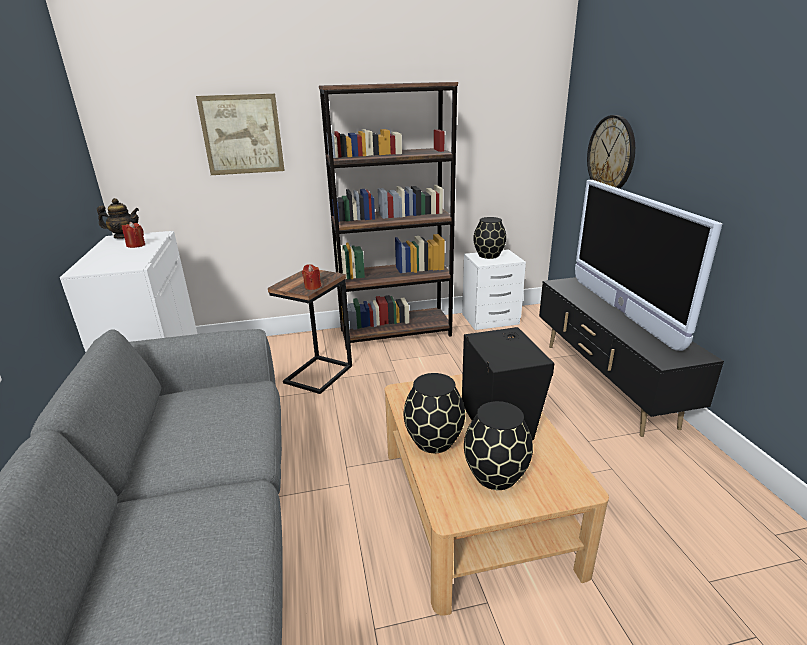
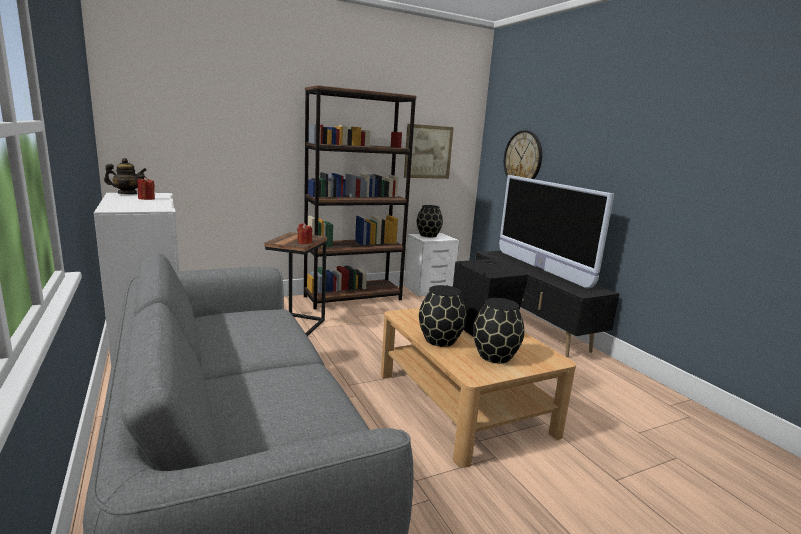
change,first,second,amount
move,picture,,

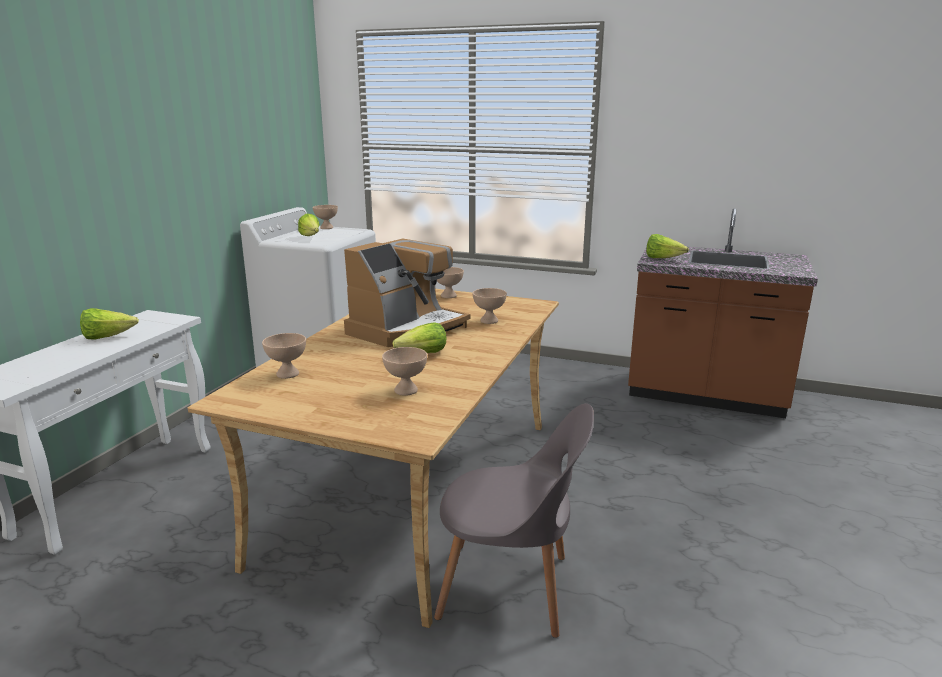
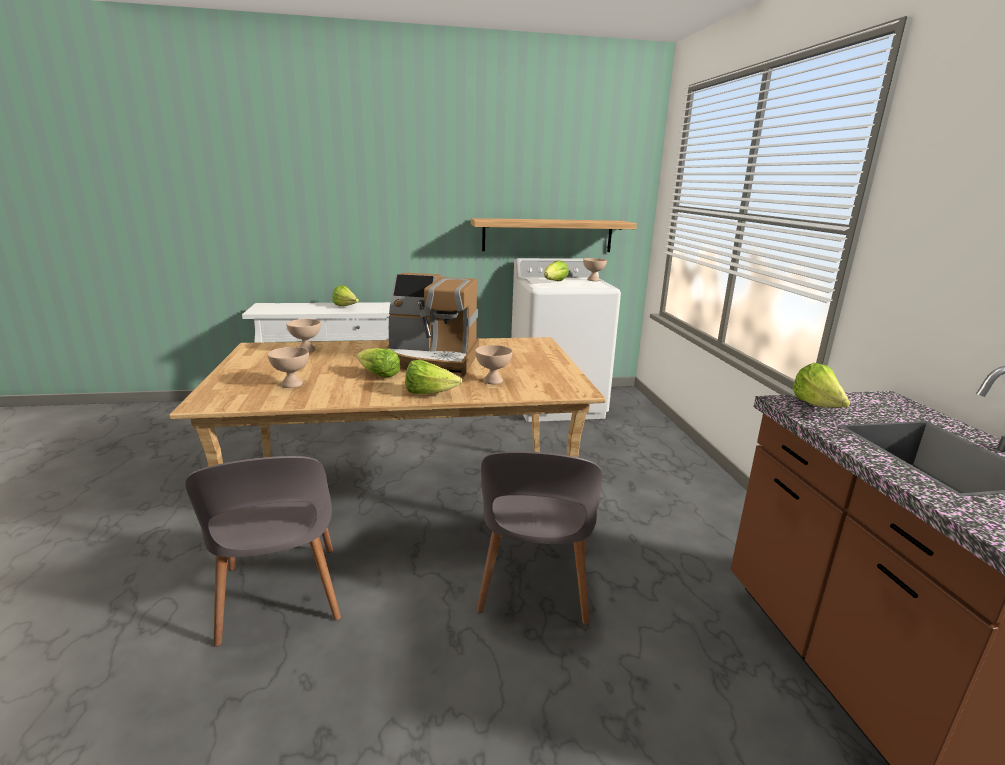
change,first,second,amount
delete,bowl (beige) (4th from left),,
insert,,lettuce (3rd from left),
insert,,shelf,
insert,,chair (grey) (2nd from left),

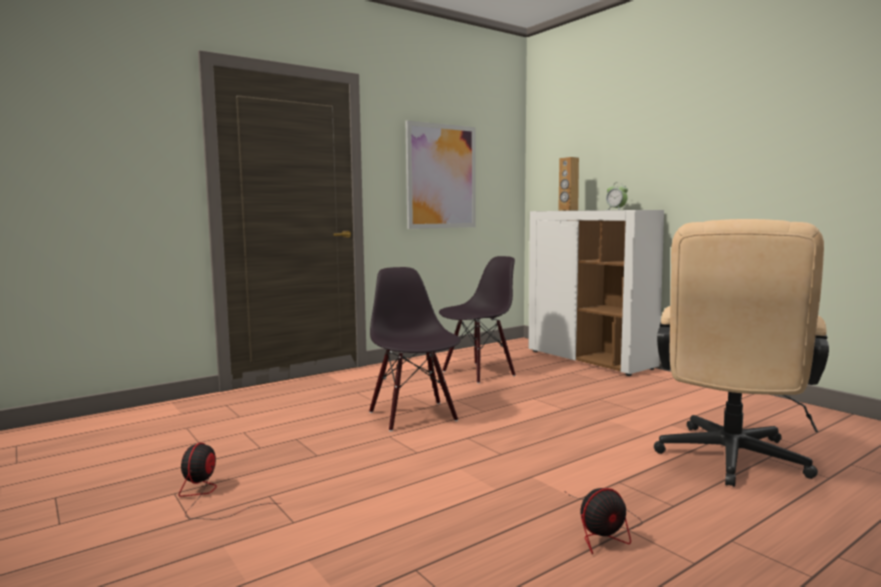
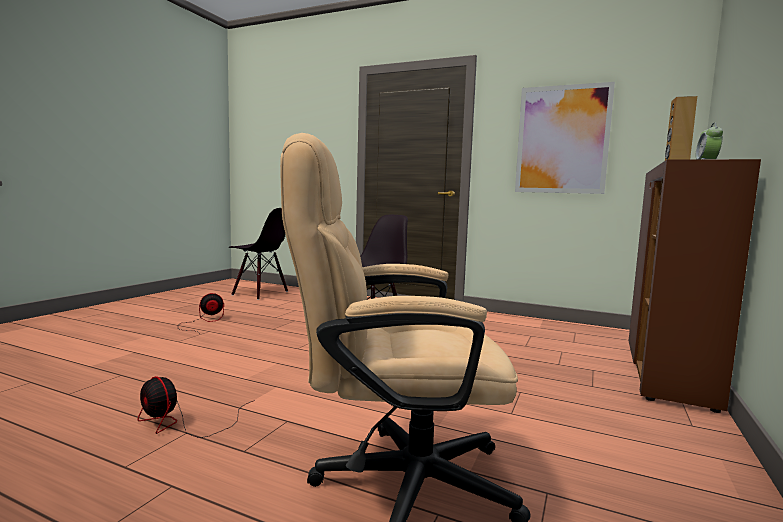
change,first,second,amount
move,chair (black) (2nd from left in the first image),chair (black) (1st from left),
recolor,cabinet (white),cabinet (brown),

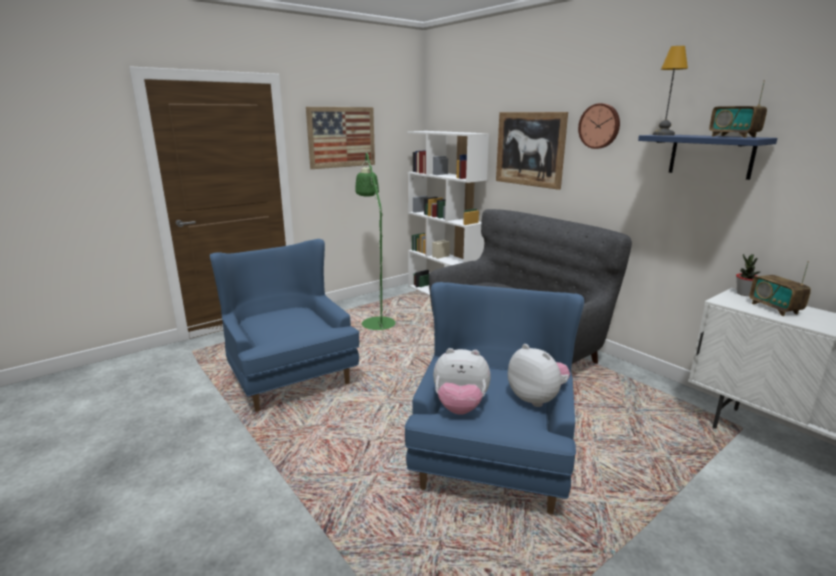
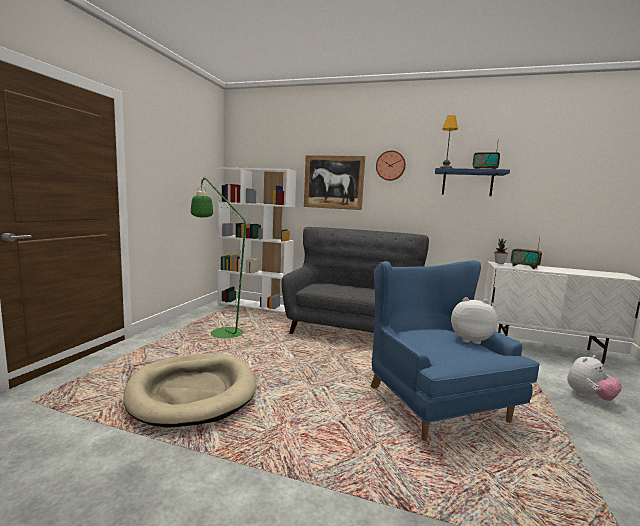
change,first,second,amount
replace,armchair (blue) (1st from left),dog bed (beige),
delete,picture (1st from left),,
move,plush toy (1st from left in the first image),plush toy (2nd from left),

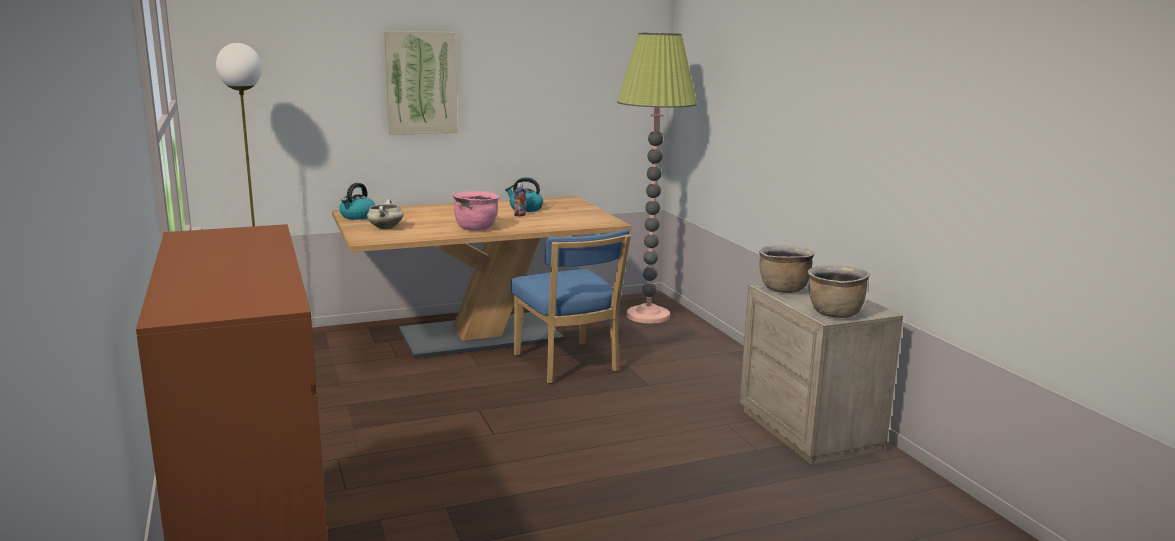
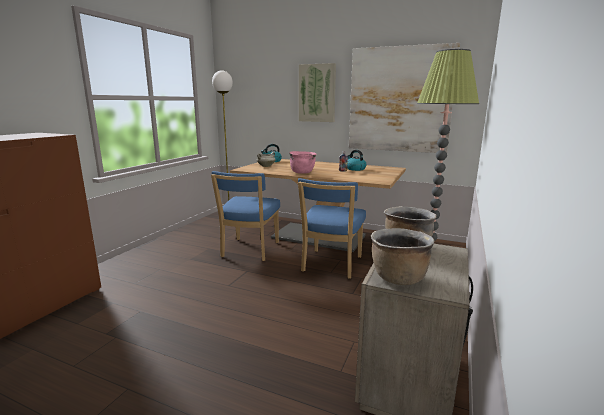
change,first,second,amount
insert,,chair (blue) (1st from left),
insert,,picture (2nd from left),

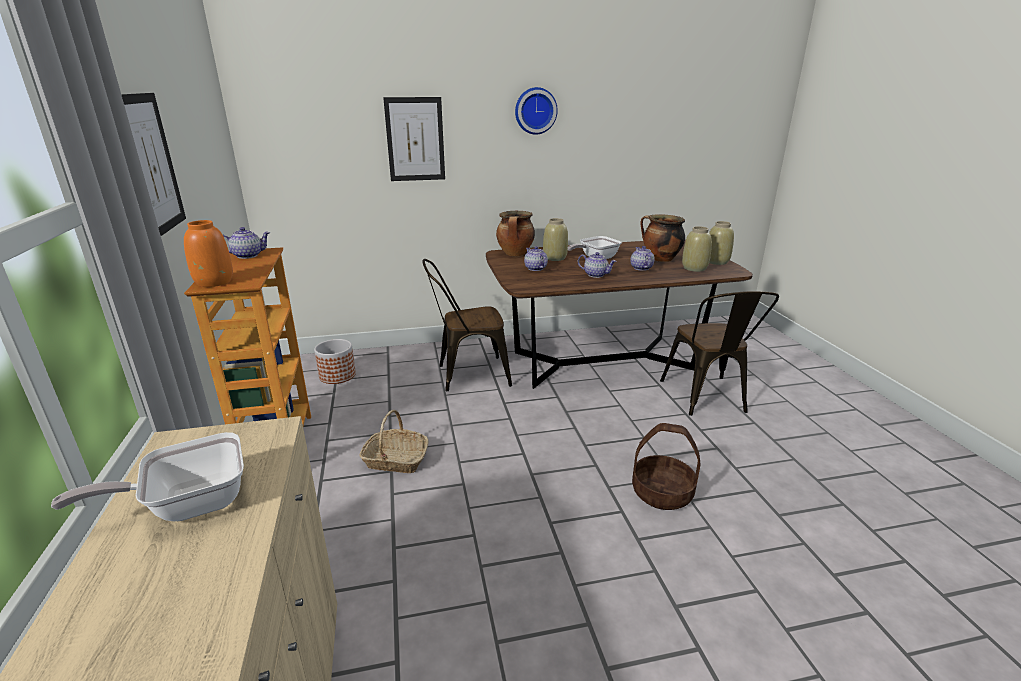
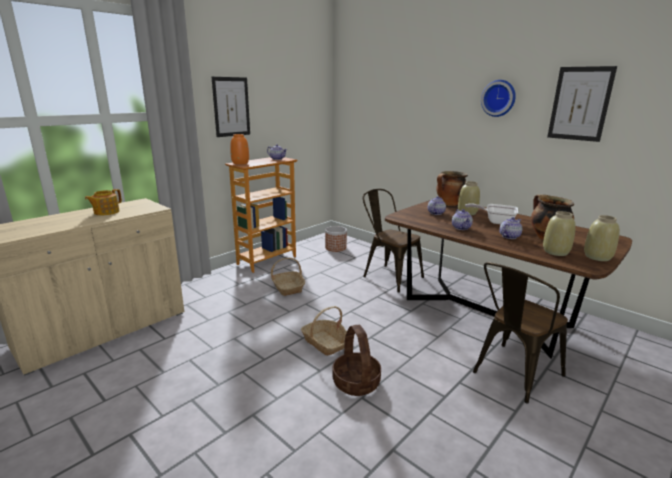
change,first,second,amount
replace,frying pan (1st from left),teapot (1st from left),
move,picture (2nd from left),,
insert,,basket (2nd from left),

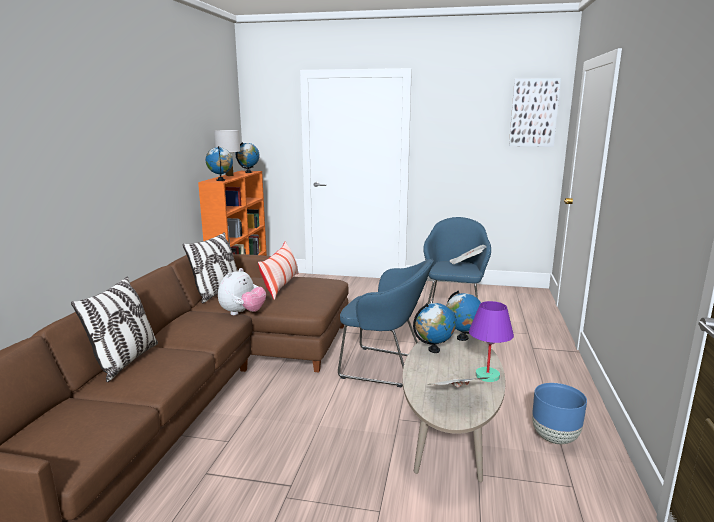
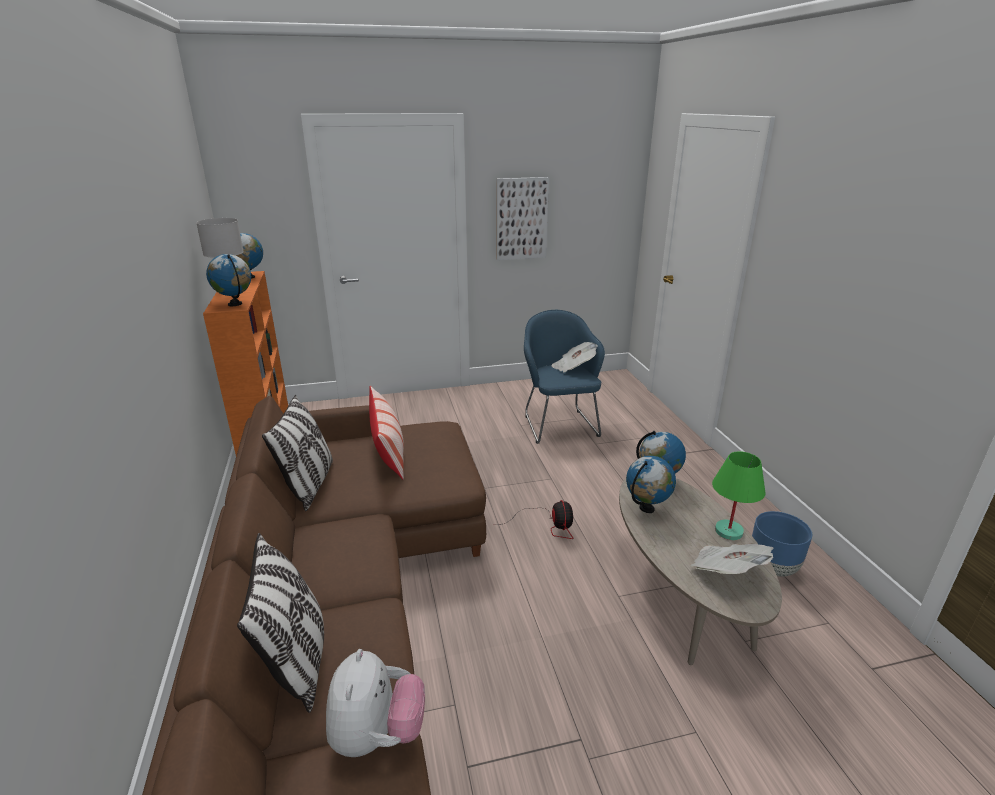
change,first,second,amount
move,plush toy,,
replace,armchair (blue) (1st from left),fan,
recolor,table lamp (purple),table lamp (green),
move,picture,,

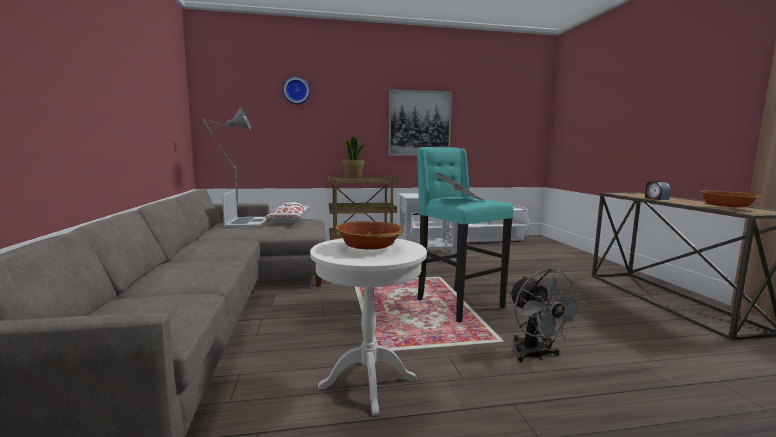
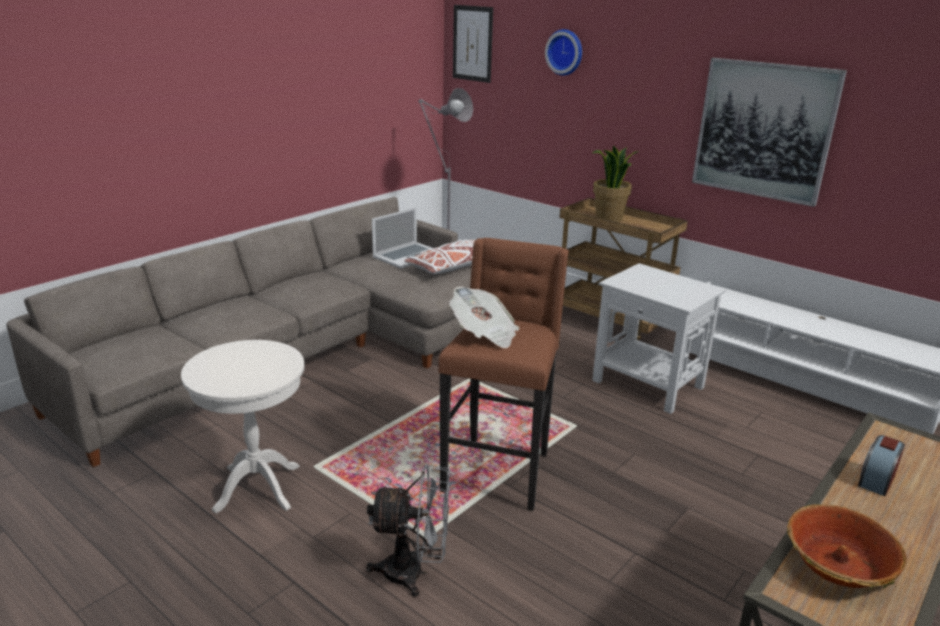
change,first,second,amount
delete,bowl (1st from left),,
recolor,stool (turquoise),stool (brown),
rotate,fan (grey),,120 degrees counterclockwise
insert,,picture (1st from left),

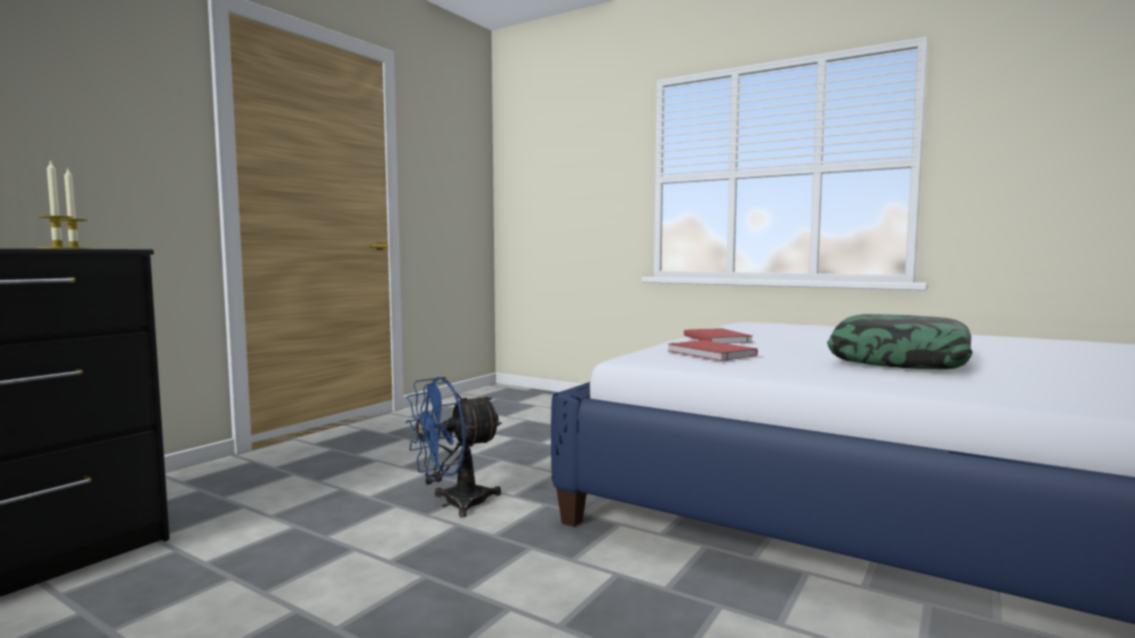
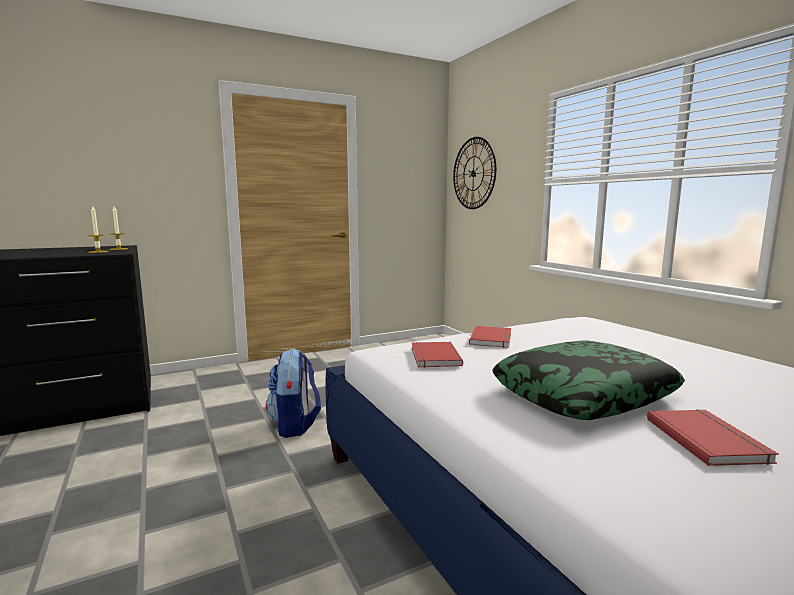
change,first,second,amount
replace,fan (blue),backpack,
insert,,wall clock,
insert,,book (red) (3rd from left),

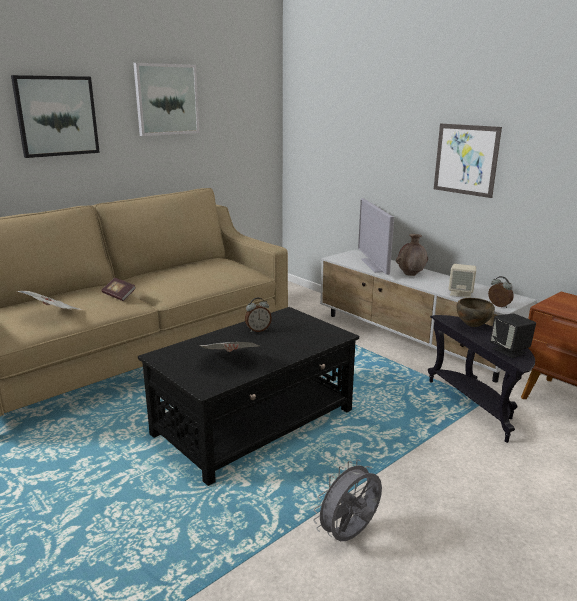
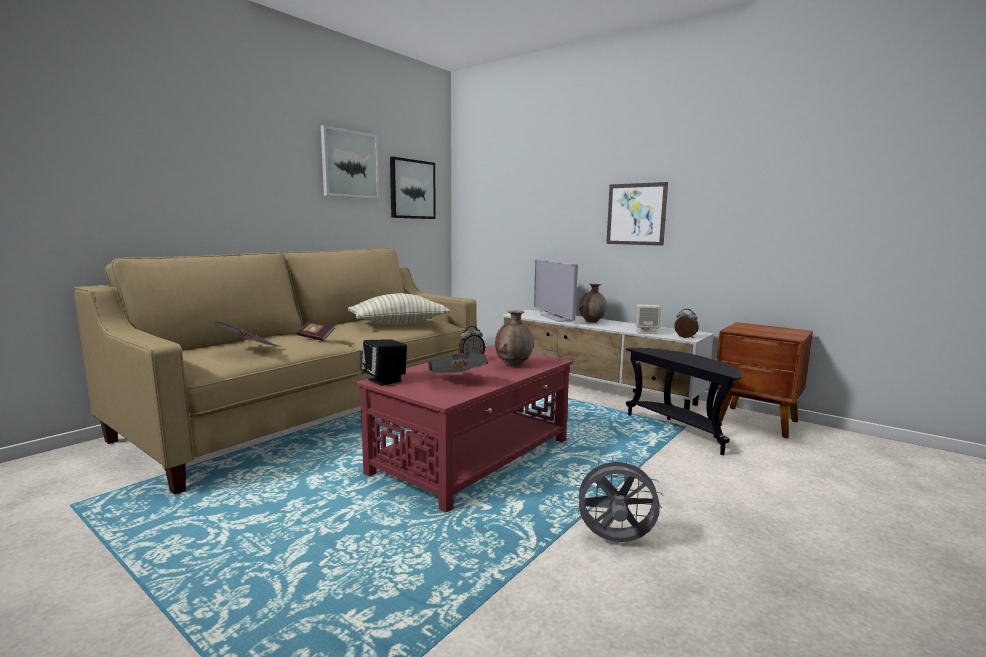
change,first,second,amount
move,picture (1st from left in the first image),picture (2nd from left),
recolor,coffee table (black),coffee table (red),
rotate,fan (grey),,60 degrees clockwise
delete,bowl (brown),,
move,speaker (black),,
insert,,pillow,
insert,,vase (brown) (1st from left),

